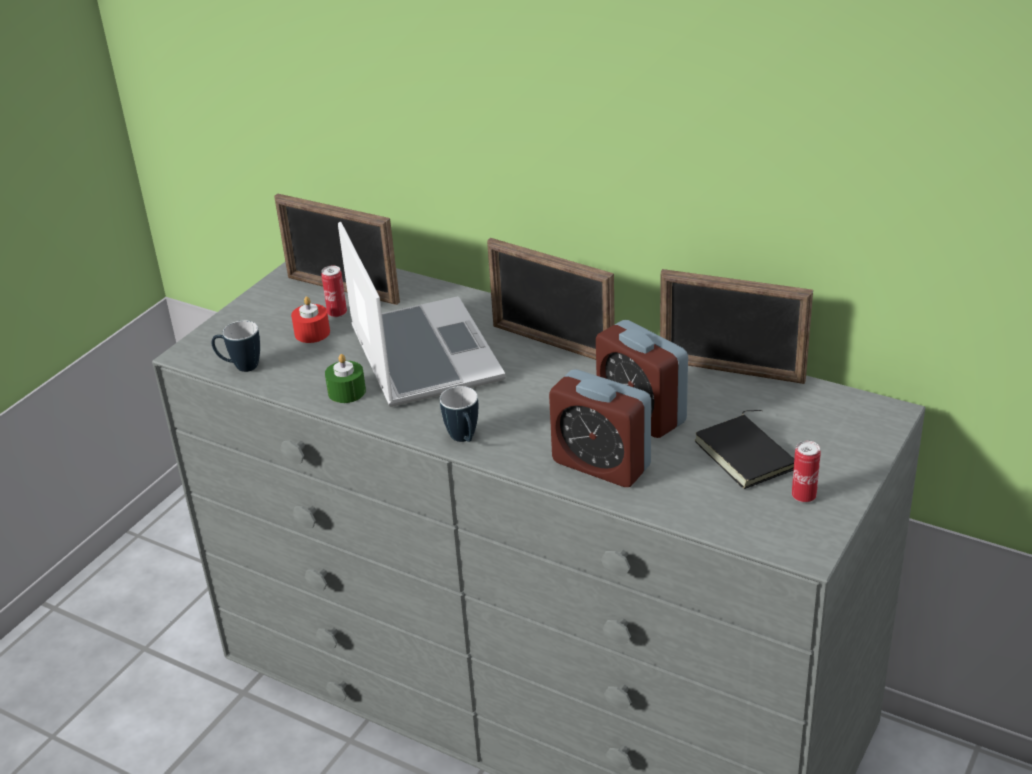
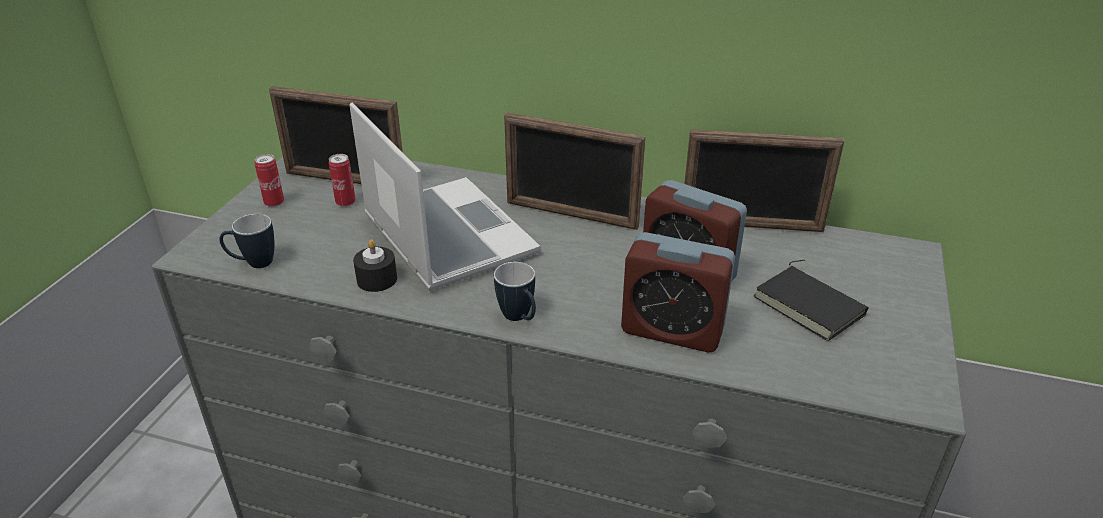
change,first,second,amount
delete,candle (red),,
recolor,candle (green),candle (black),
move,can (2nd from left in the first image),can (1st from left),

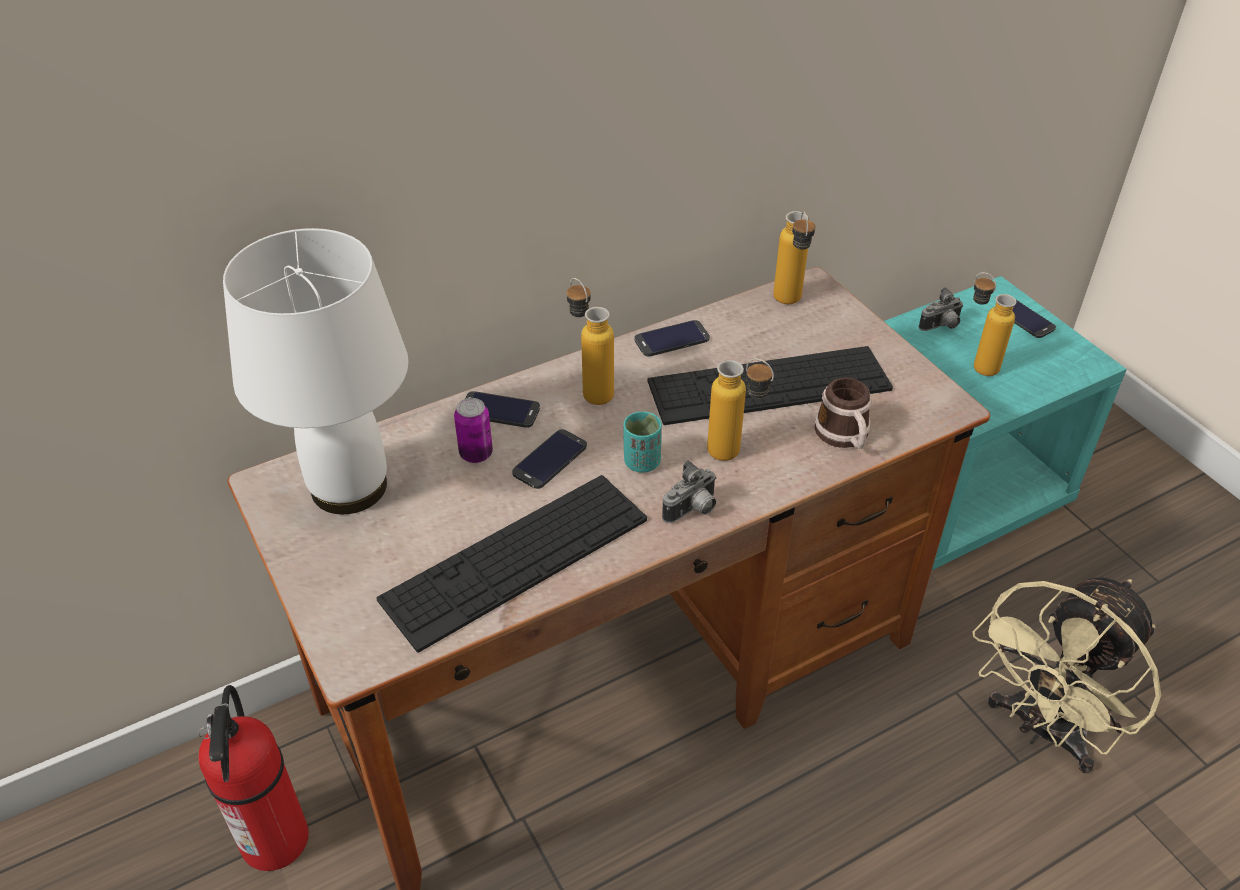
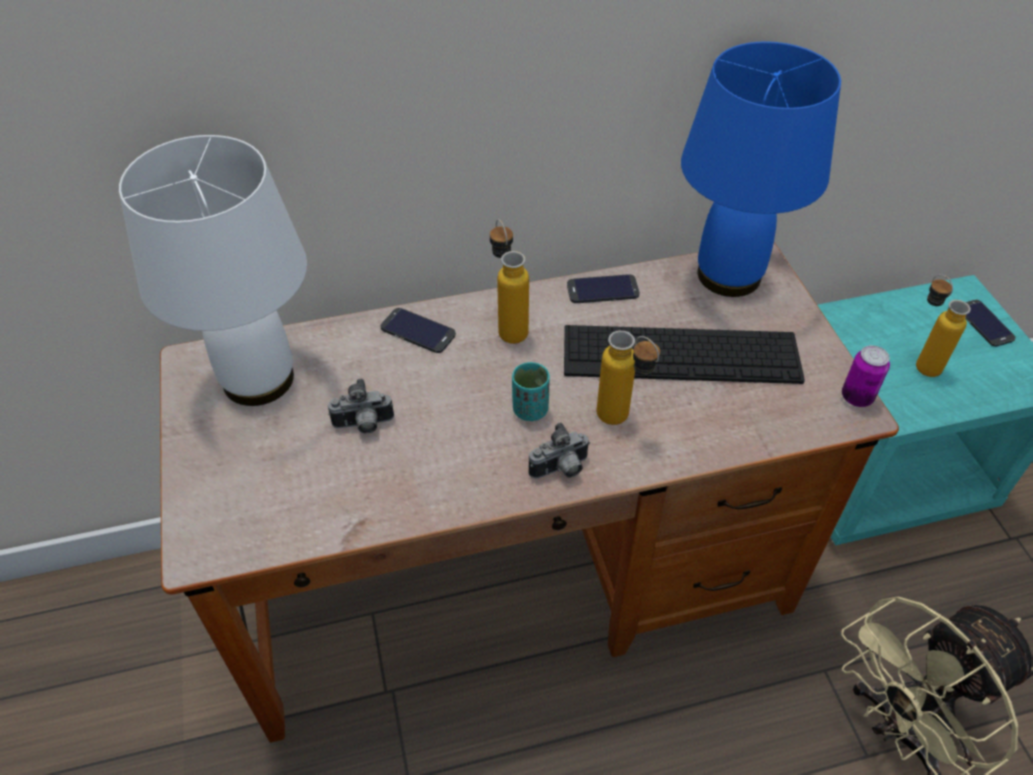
change,first,second,amount
delete,fire extinguisher,,
delete,keyboard (1st from left),,
move,can,,
delete,phone (2nd from left),,
replace,bottle (3rd from left),table lamp (blue),
delete,mug,,
move,photo camera (2nd from left in the first image),photo camera (1st from left),

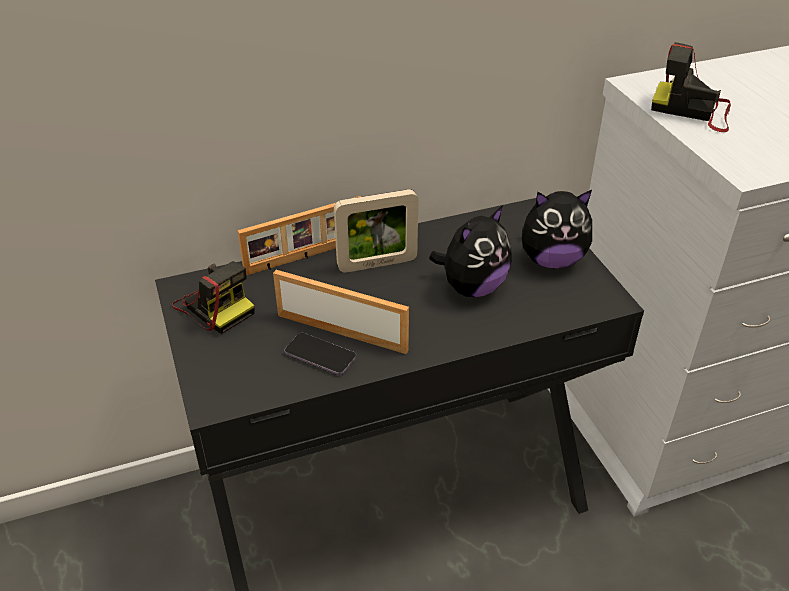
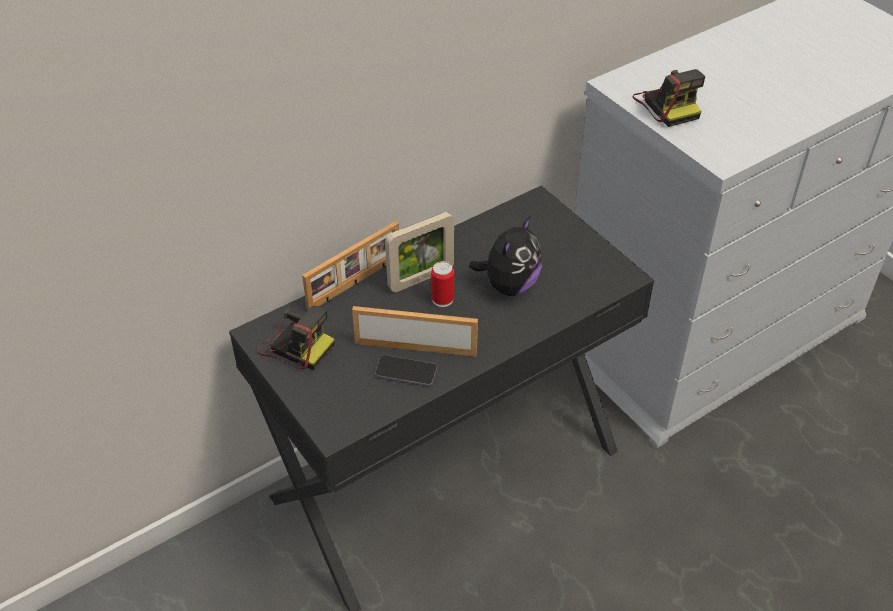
change,first,second,amount
delete,plush toy (2nd from left),,
rotate,photo camera (2nd from left),,120 degrees counterclockwise
insert,,can,

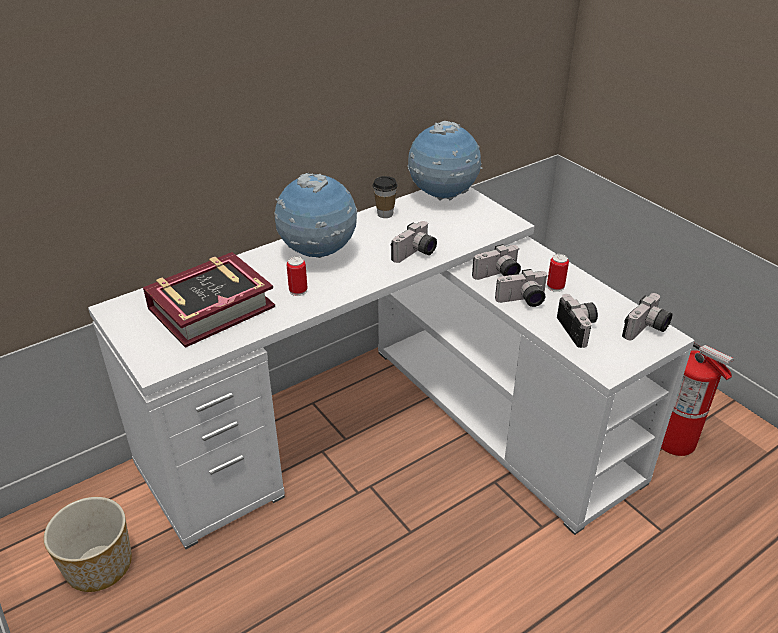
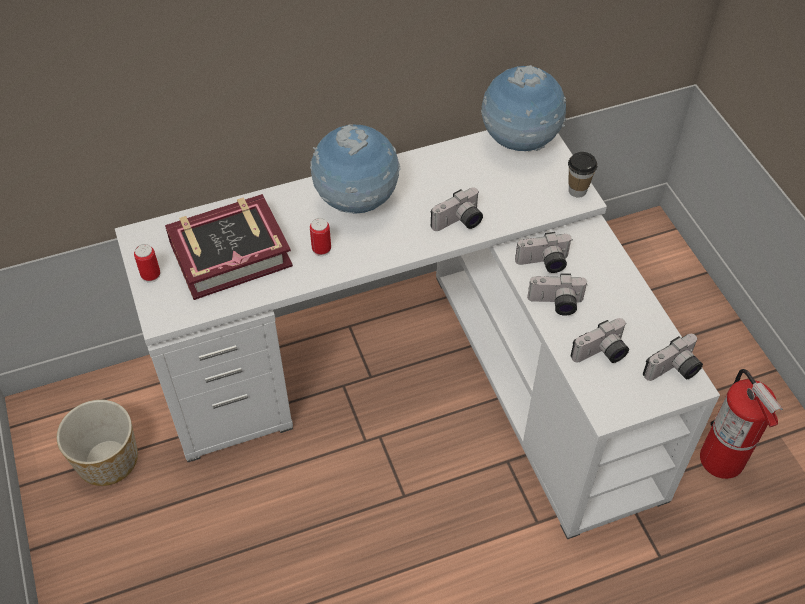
change,first,second,amount
move,cup,,
move,can (2nd from left in the first image),can (1st from left),
rotate,photo camera (4th from left),,60 degrees clockwise

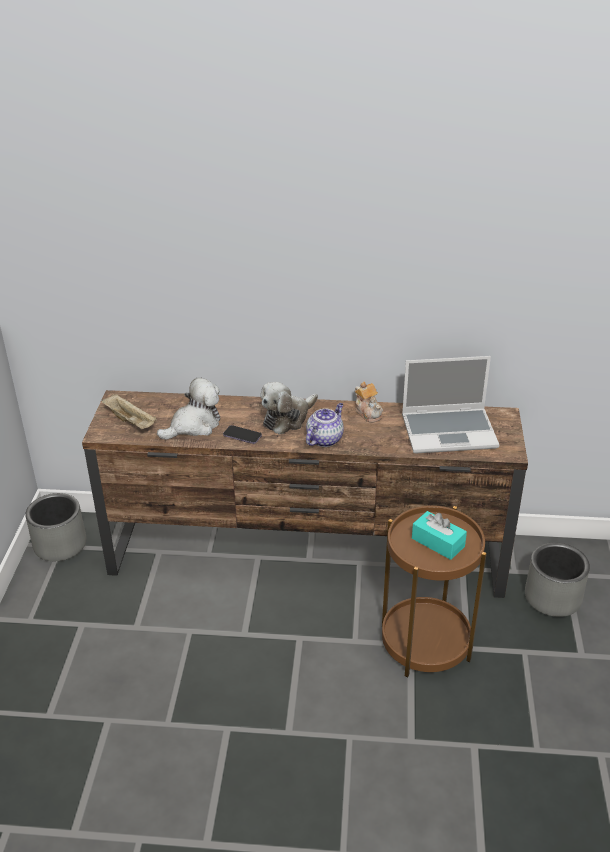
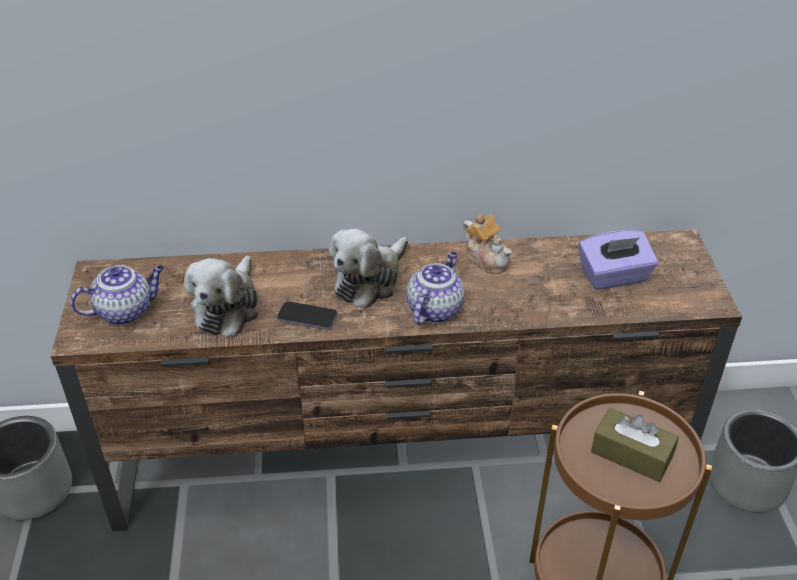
change,first,second,amount
replace,tray (beige),teapot (1st from left),
rotate,plush toy (1st from left),,150 degrees clockwise
replace,laptop,tissue box (purple),
recolor,tissue box (turquoise),tissue box (brown),

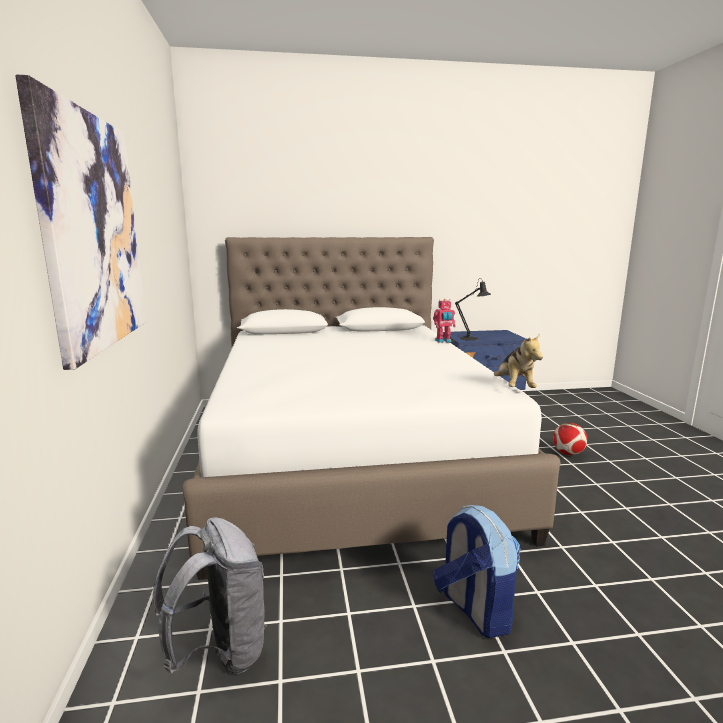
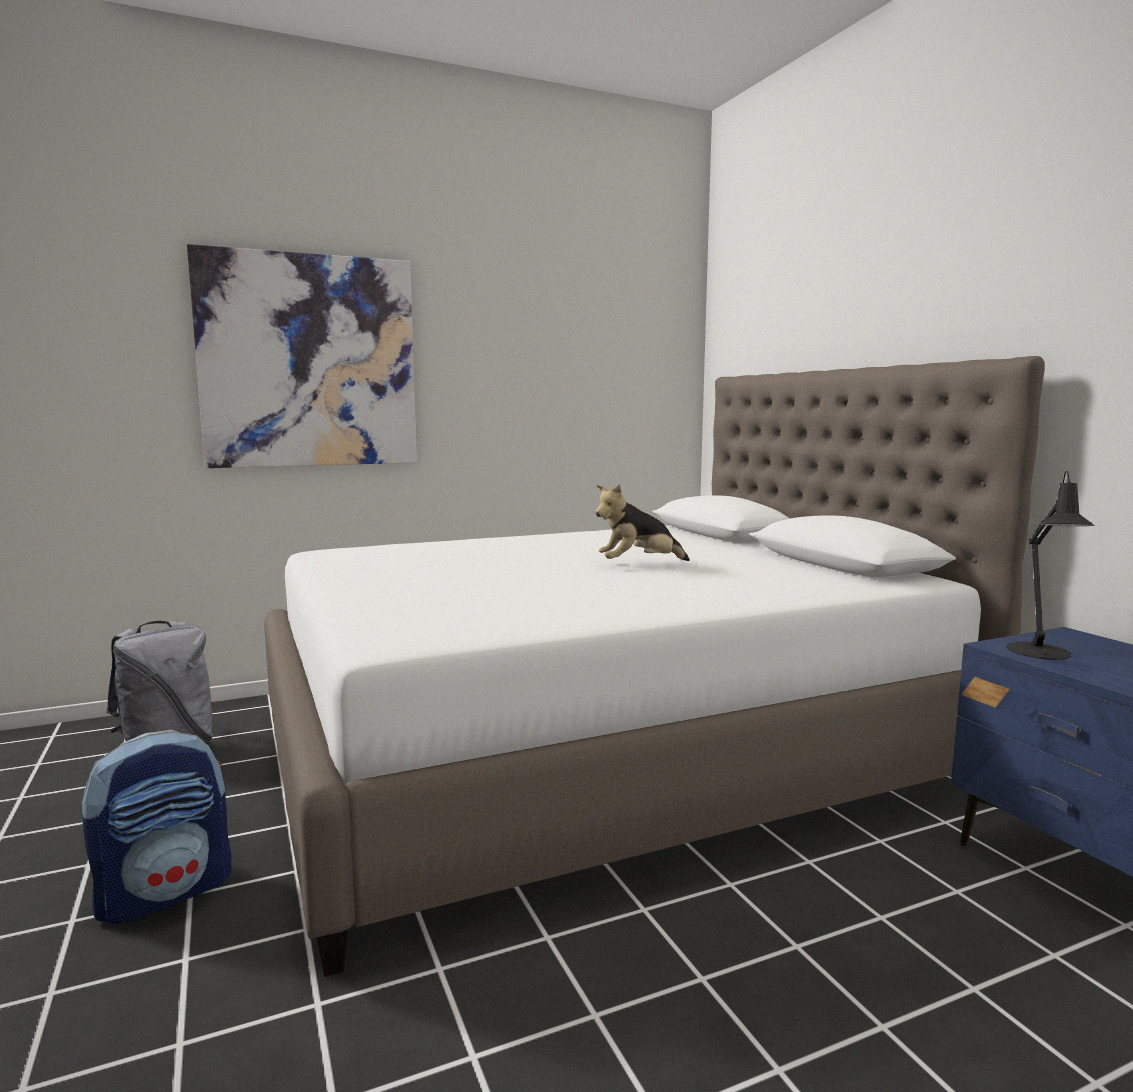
change,first,second,amount
delete,toy robot,,
move,plush toy,,
delete,football,,

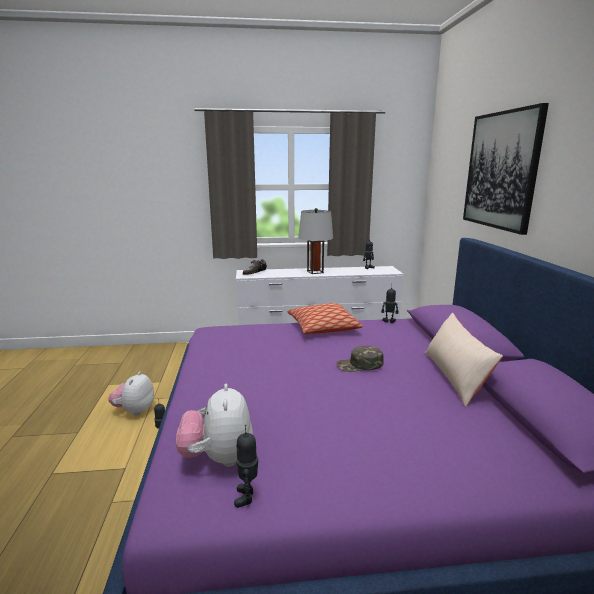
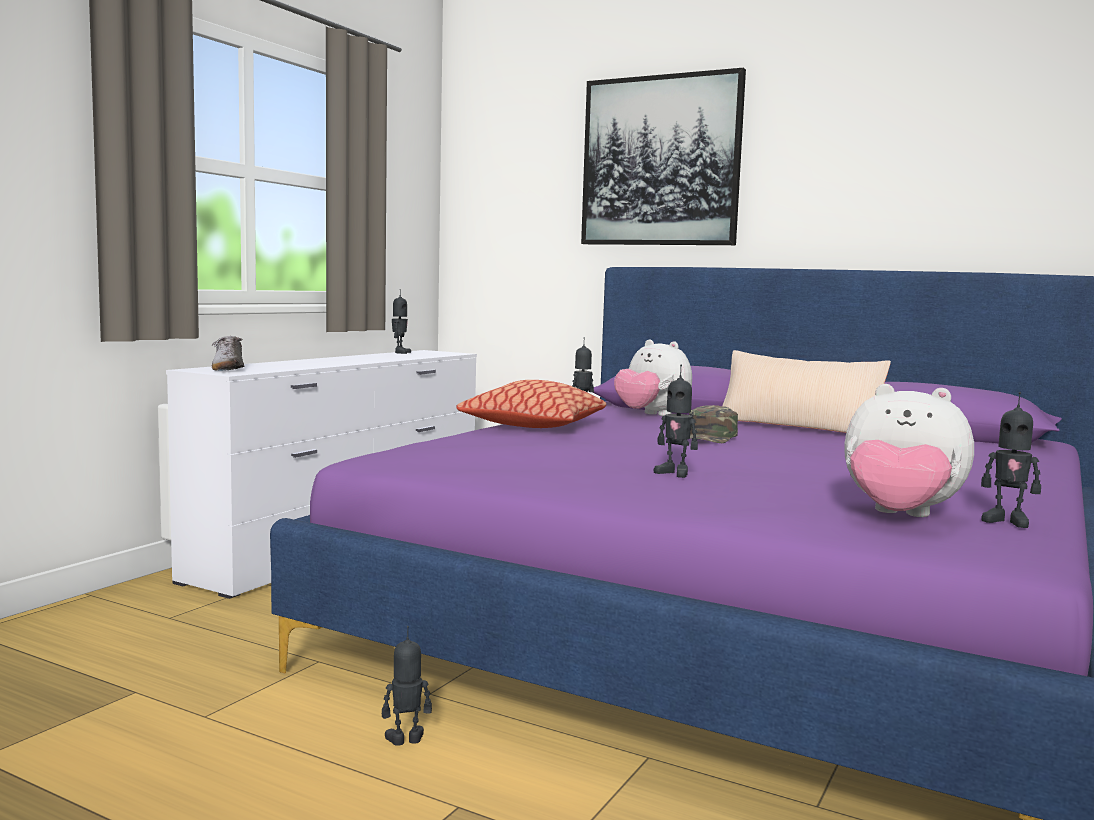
change,first,second,amount
move,plush toy (1st from left),,
delete,table lamp (grey),,
insert,,toy robot (4th from left),

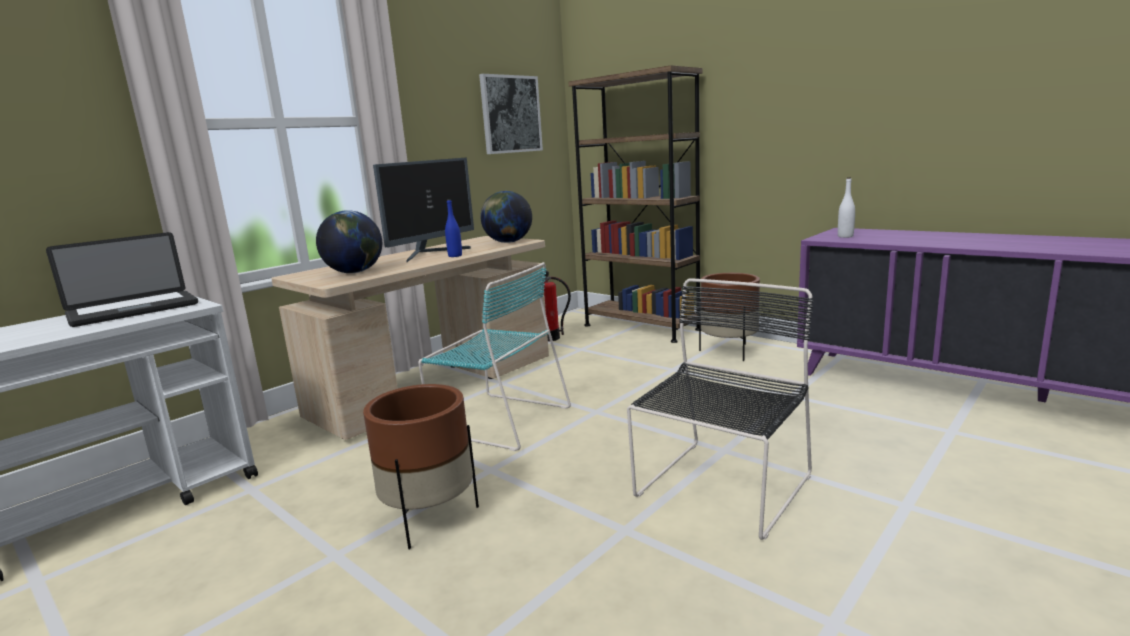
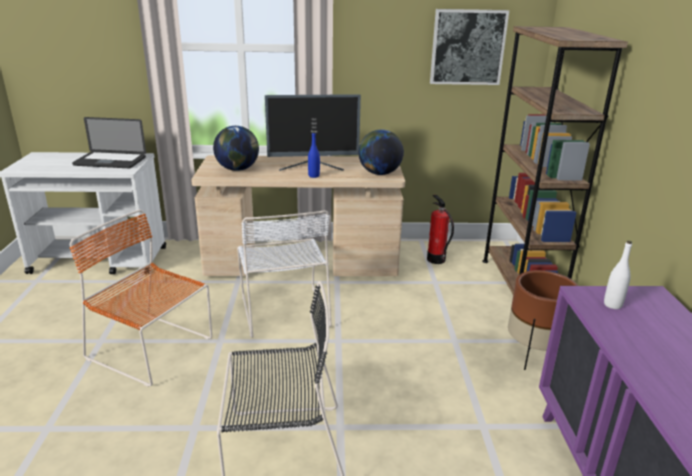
change,first,second,amount
replace,planter (brown) (1st from left),chair (orange),
recolor,chair (turquoise),chair (white),

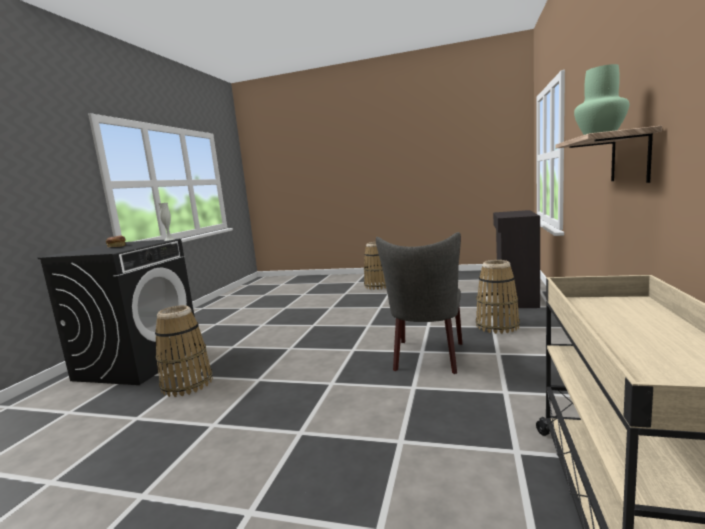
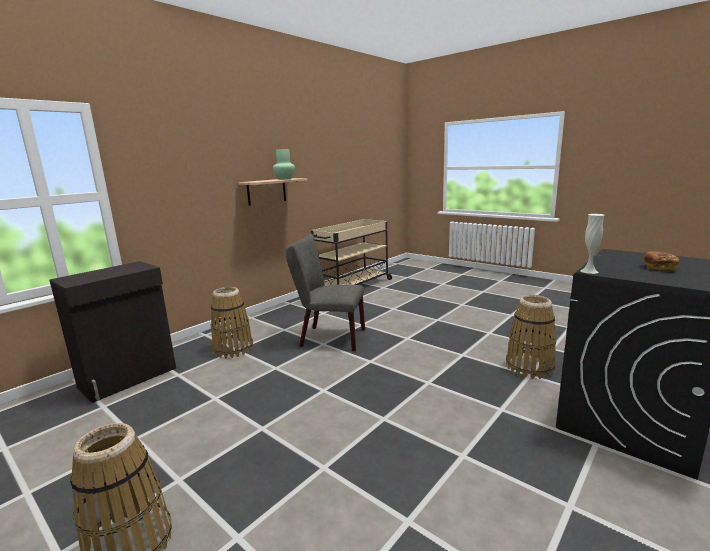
change,first,second,amount
rotate,chair (grey),,120 degrees counterclockwise

